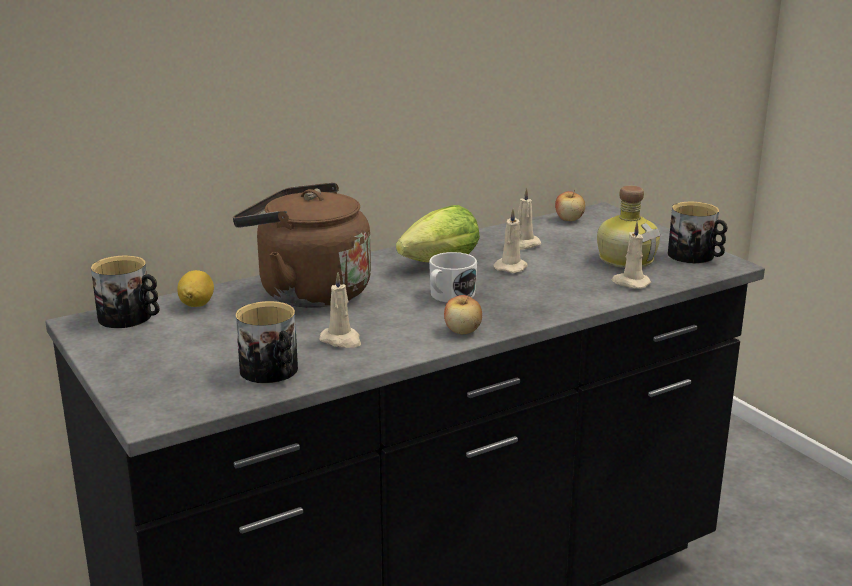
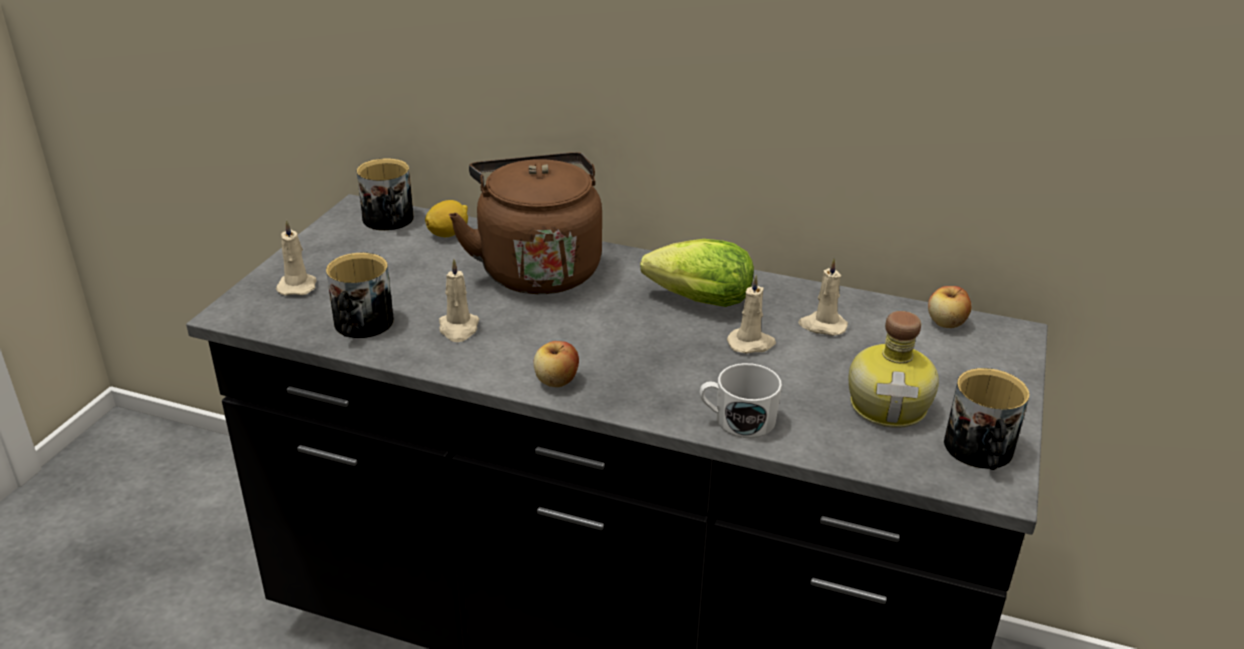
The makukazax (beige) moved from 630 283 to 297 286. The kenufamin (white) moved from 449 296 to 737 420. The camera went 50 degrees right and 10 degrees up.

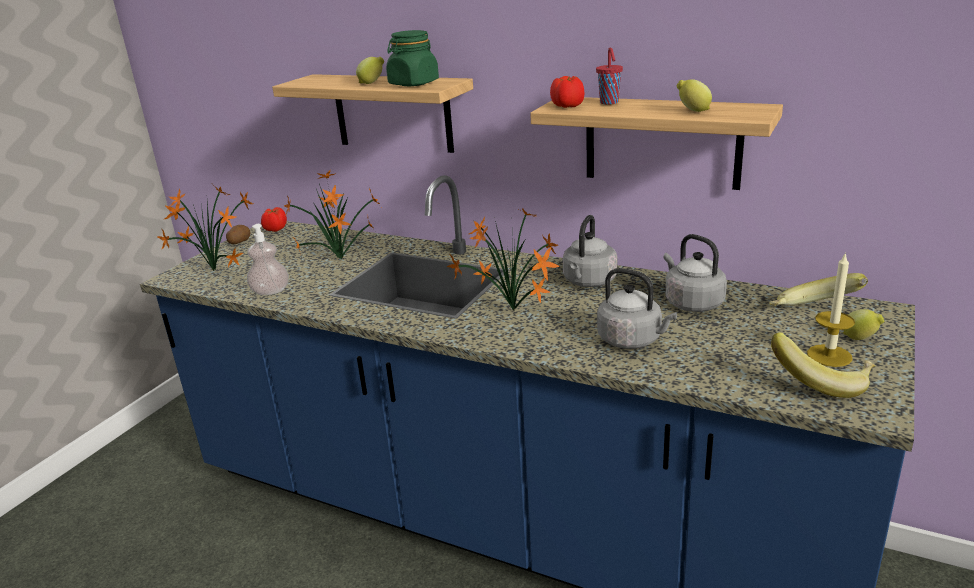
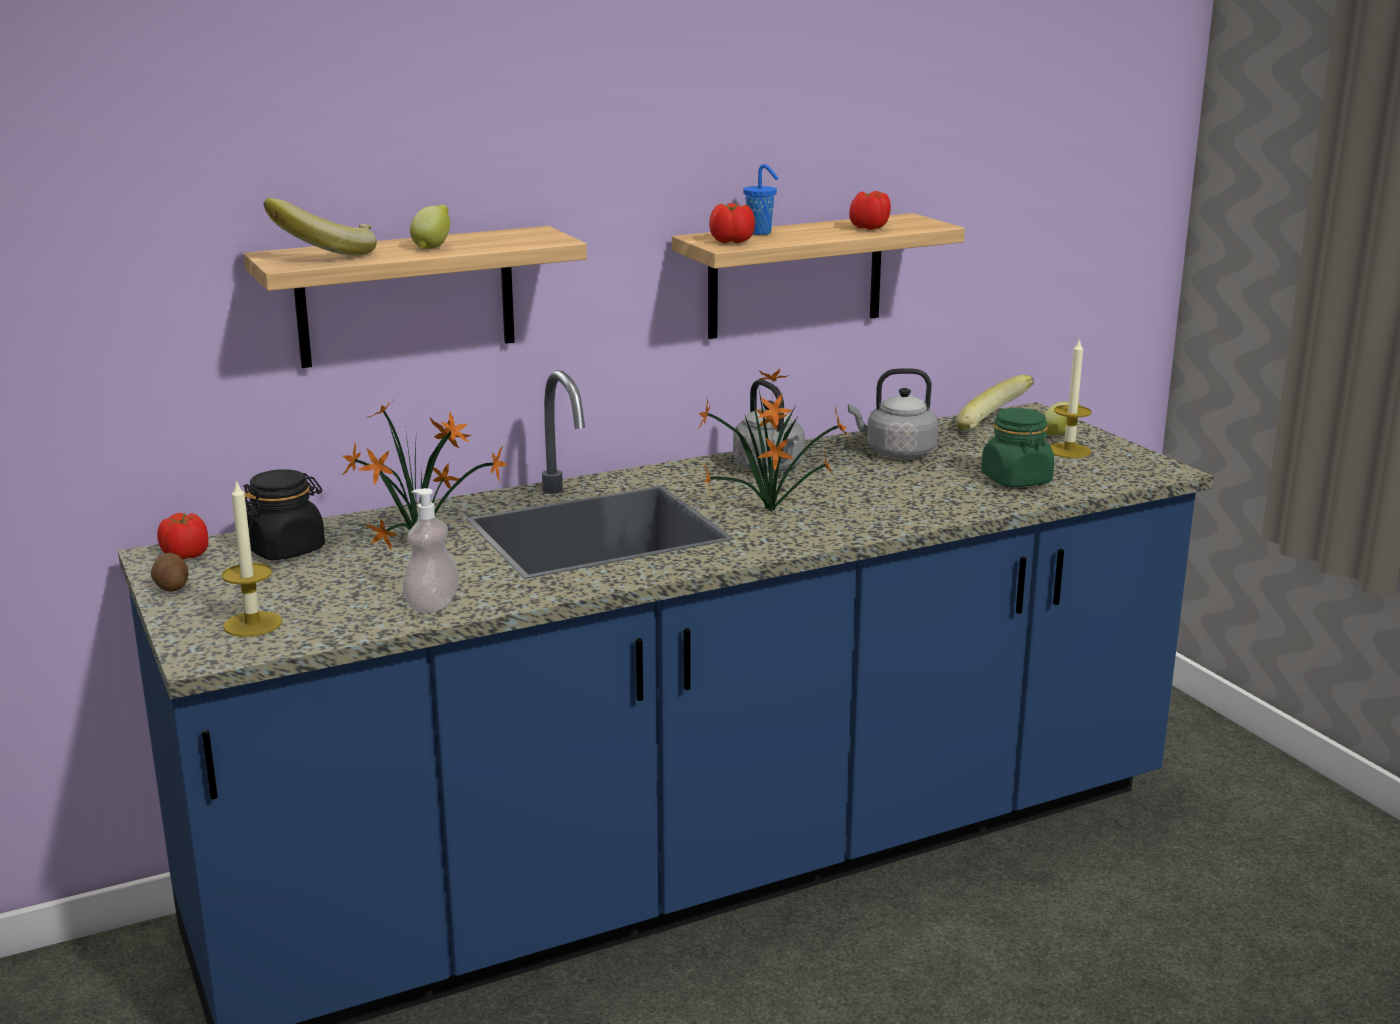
The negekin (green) moved from 413 83 to 1016 480. The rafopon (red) at 609 103 became the rafopon (blue) at 760 233. The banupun at 692 111 was replaced by the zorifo at 868 228. The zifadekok at 213 270 was replaced by the makukazax at 252 624. The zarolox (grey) at 632 340 disappeared. The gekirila moved from 821 382 to 327 254. The negekin (black) at 285 549 appeared. The camera went 55 degrees left and 5 degrees down.

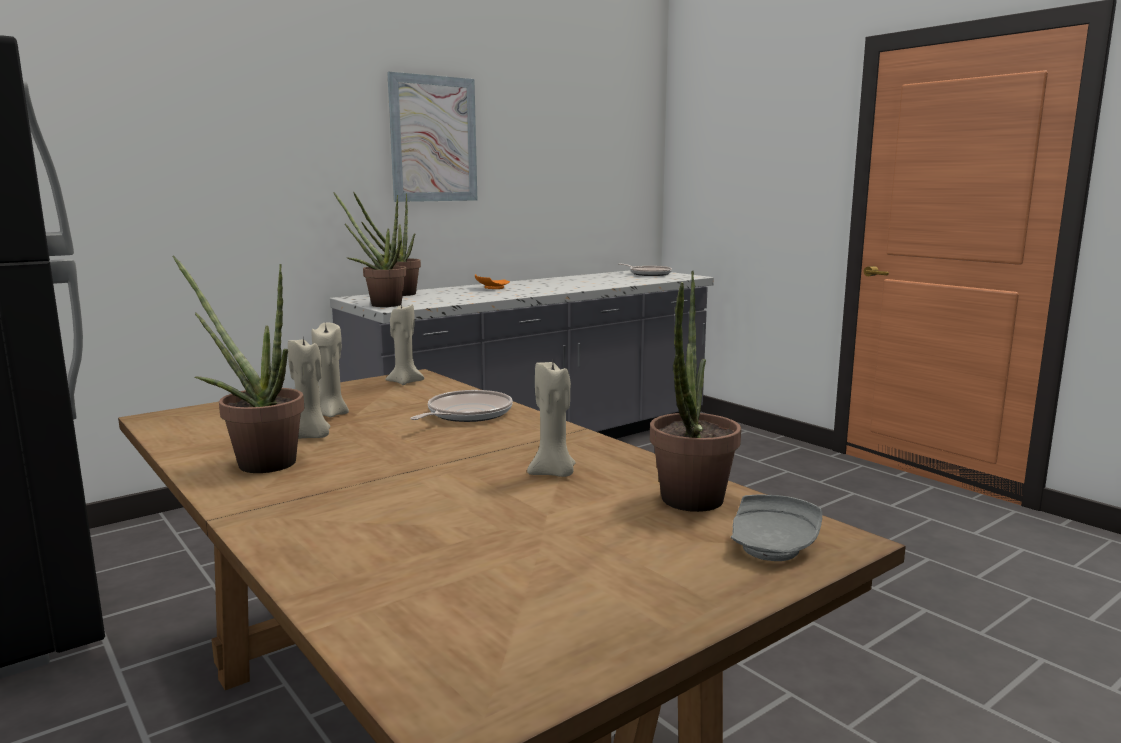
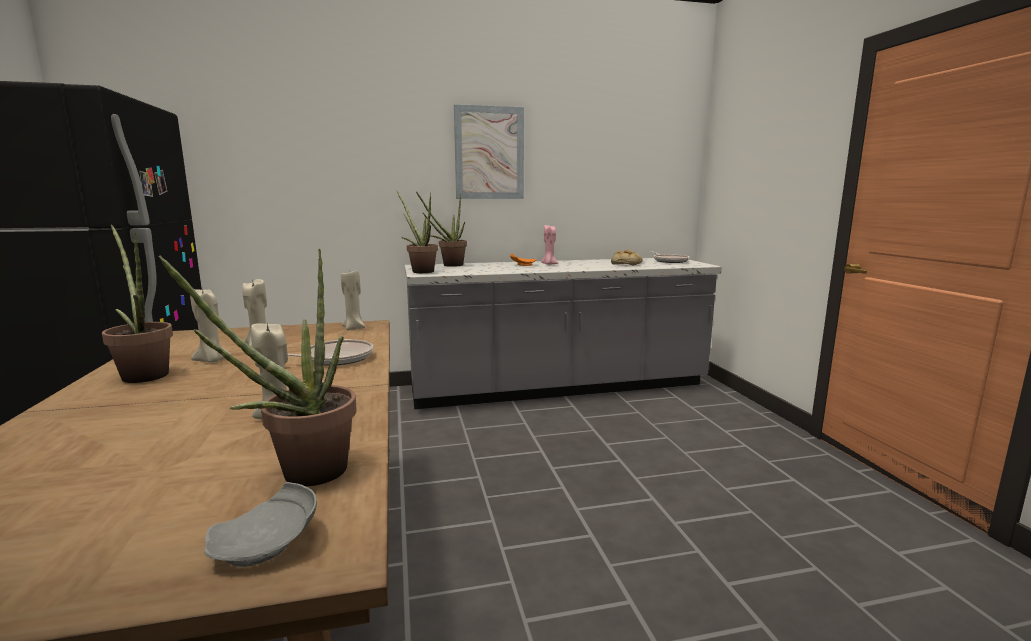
The makukazax (pink) at 549 264 appeared. The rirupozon at 626 263 appeared. The camera went 25 degrees right and 0 degrees up.

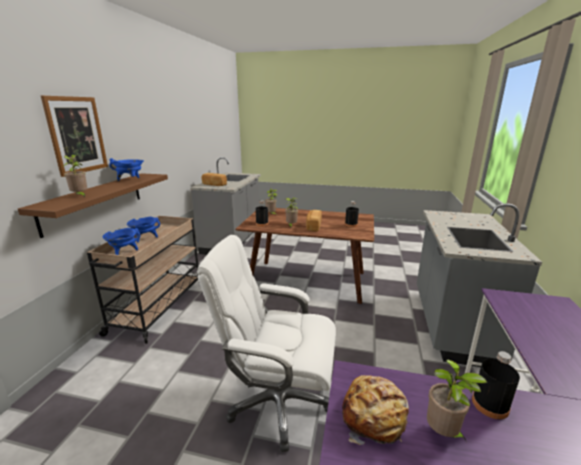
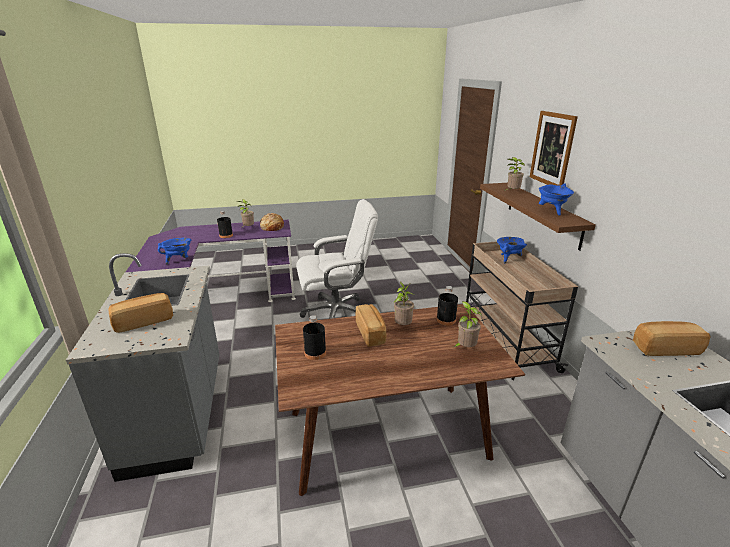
The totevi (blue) moved from 145 238 to 179 260. The rirupozon at 144 321 appeared. The camera went 155 degrees right and 5 degrees up.

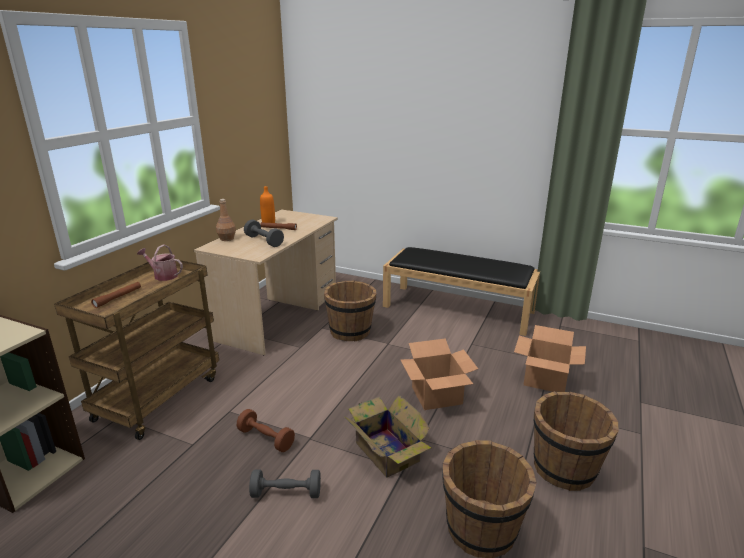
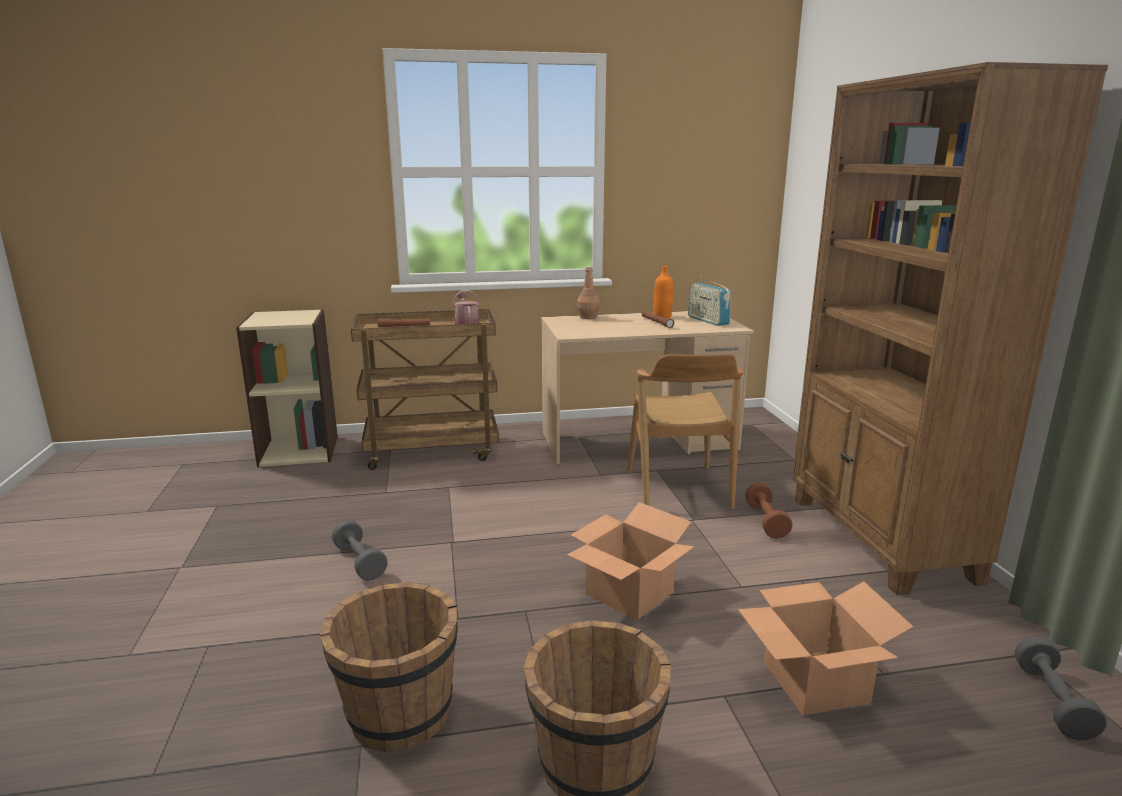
The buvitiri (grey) moved from 264 241 to 1052 702. The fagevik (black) at 459 309 was replaced by the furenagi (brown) at 879 539. The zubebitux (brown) at 350 332 was replaced by the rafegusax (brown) at 677 488. The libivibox at 386 450 disappeared. The buvitiri (brown) moved from 266 439 to 766 521. The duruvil at 708 320 appeared. The camera went 55 degrees right and 5 degrees down.

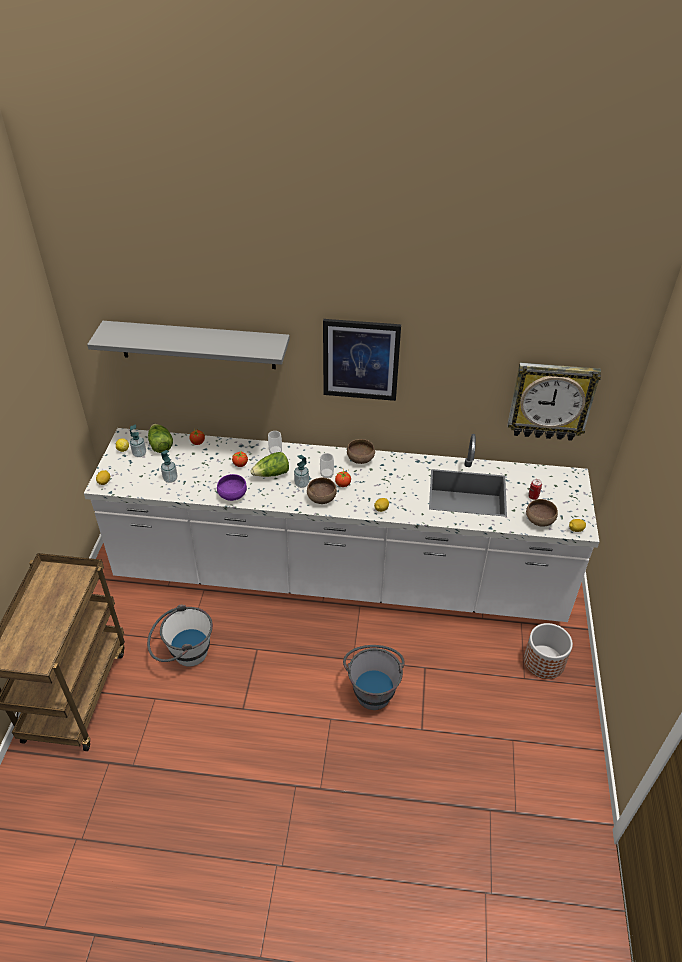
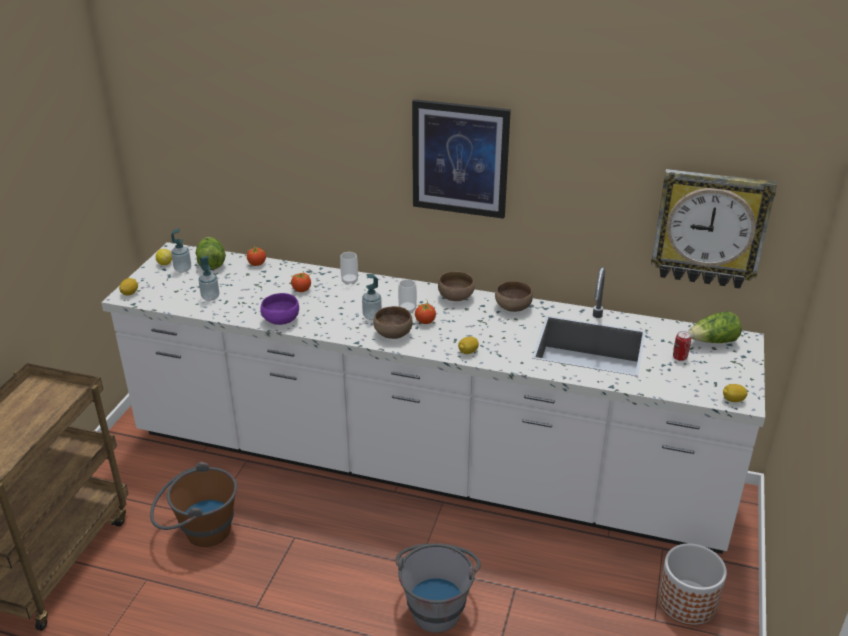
The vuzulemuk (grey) at 197 345 disappeared. The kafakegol moved from 272 474 to 713 342. The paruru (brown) moved from 539 521 to 512 308. The zubebitux (white) at 183 654 became the zubebitux (brown) at 198 532. The camera went 10 degrees right and 10 degrees down.

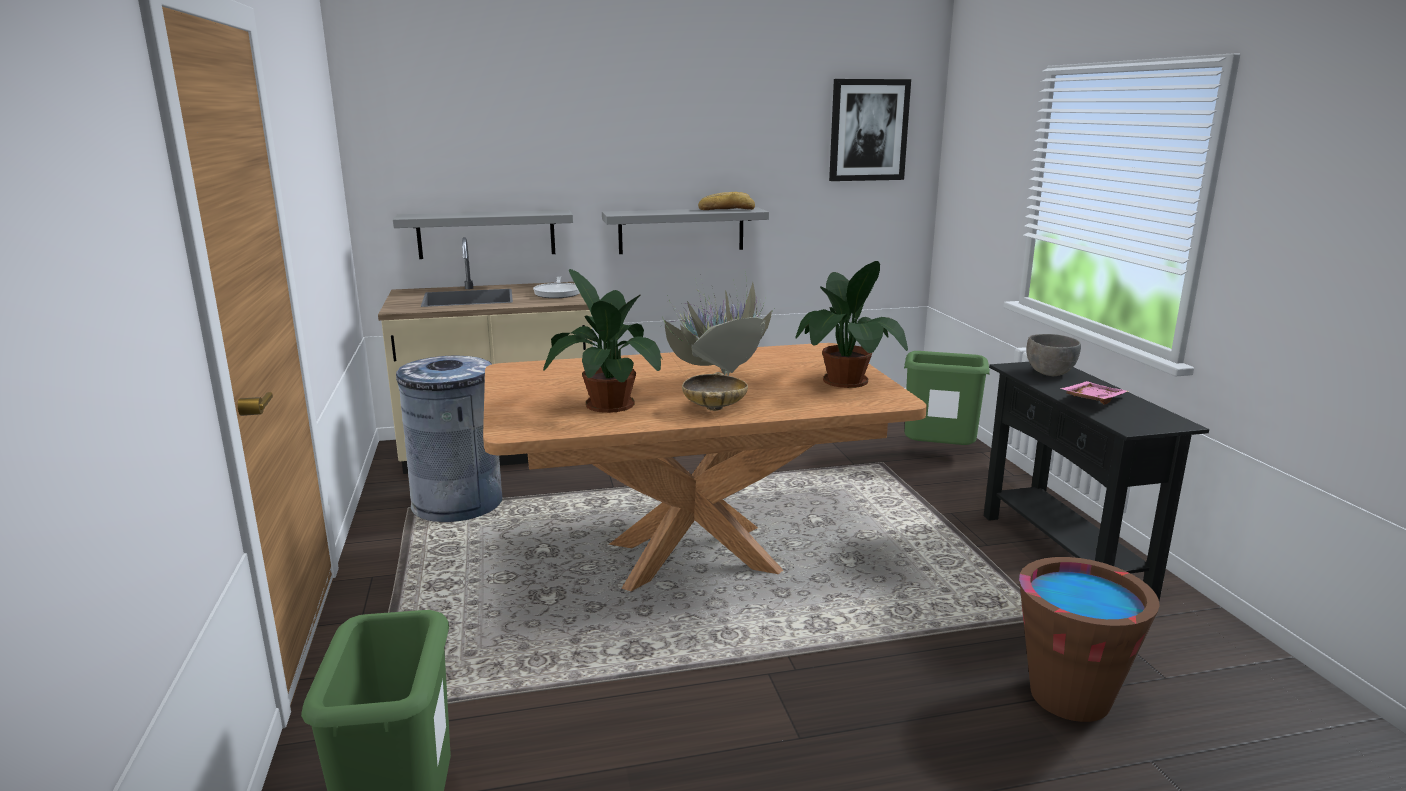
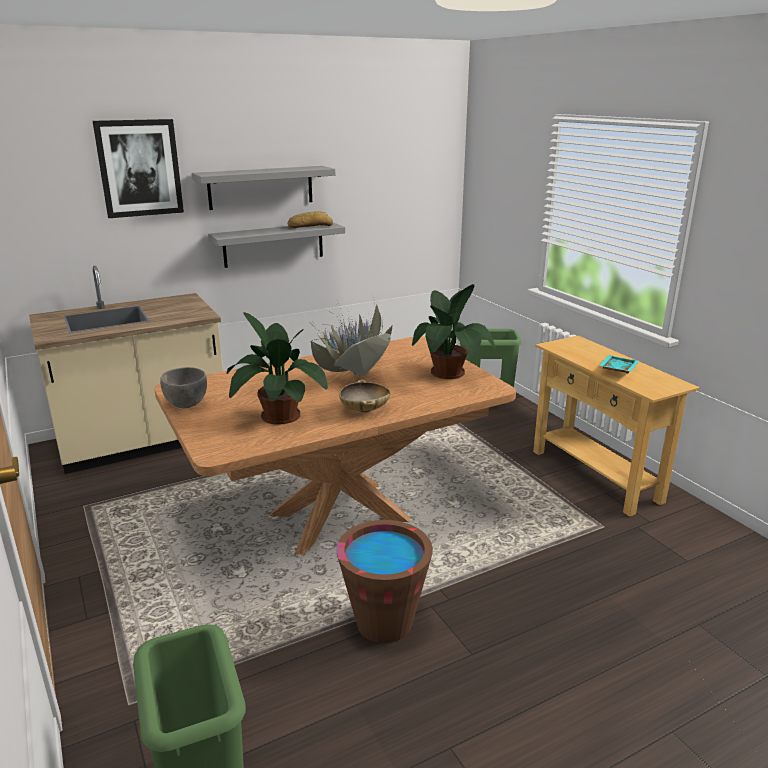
The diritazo moved from 868 130 to 139 168. The vuzulemuk (grey) moved from 486 234 to 261 187. The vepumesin at 558 293 disappeared. The paruru (grey) moved from 1049 373 to 186 404. The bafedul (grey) at 458 503 disappeared. The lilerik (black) at 1063 554 became the lilerik (beige) at 595 475. The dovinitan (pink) at 1091 400 became the dovinitan (turquoise) at 617 370. The zubebitux (brown) moved from 1069 696 to 384 622. The camera went 15 degrees left and 5 degrees up.

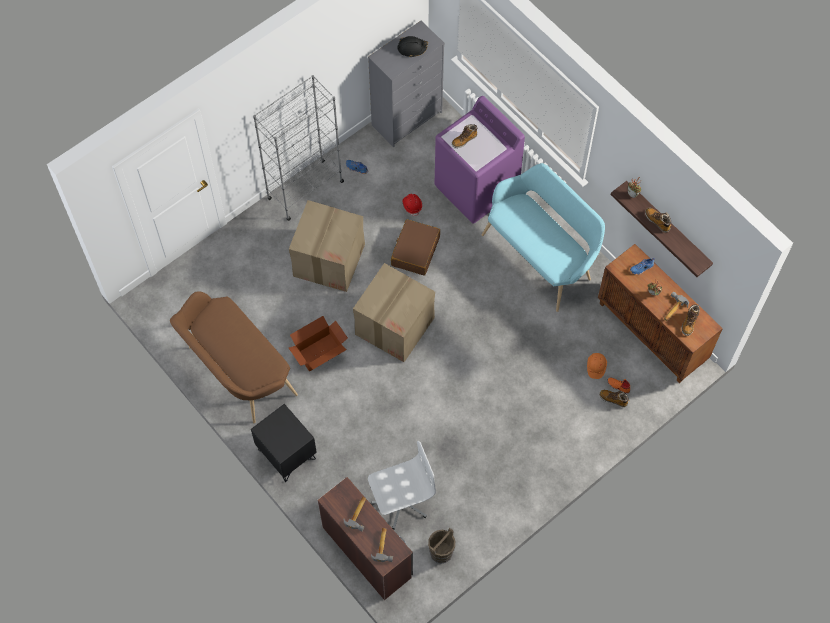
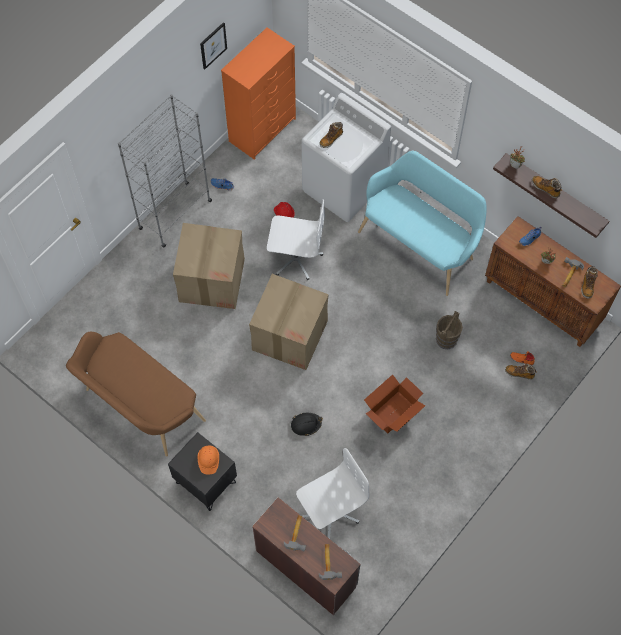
The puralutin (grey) at 407 118 became the puralutin (orange) at 263 129. The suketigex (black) moved from 412 48 to 306 424. The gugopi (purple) at 476 189 became the gugopi (white) at 344 188. The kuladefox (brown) at 415 251 was replaced by the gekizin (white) at 295 258. The libivibox moved from 320 352 to 393 412. The suketigex (orange) moved from 596 367 to 208 461. The zubebitux (brown) moved from 441 552 to 446 339. The diritazo at 213 45 appeared. The camera went 10 degrees left and 0 degrees up.

